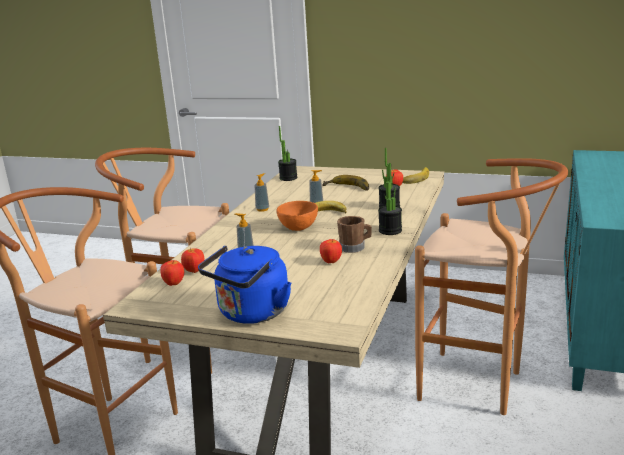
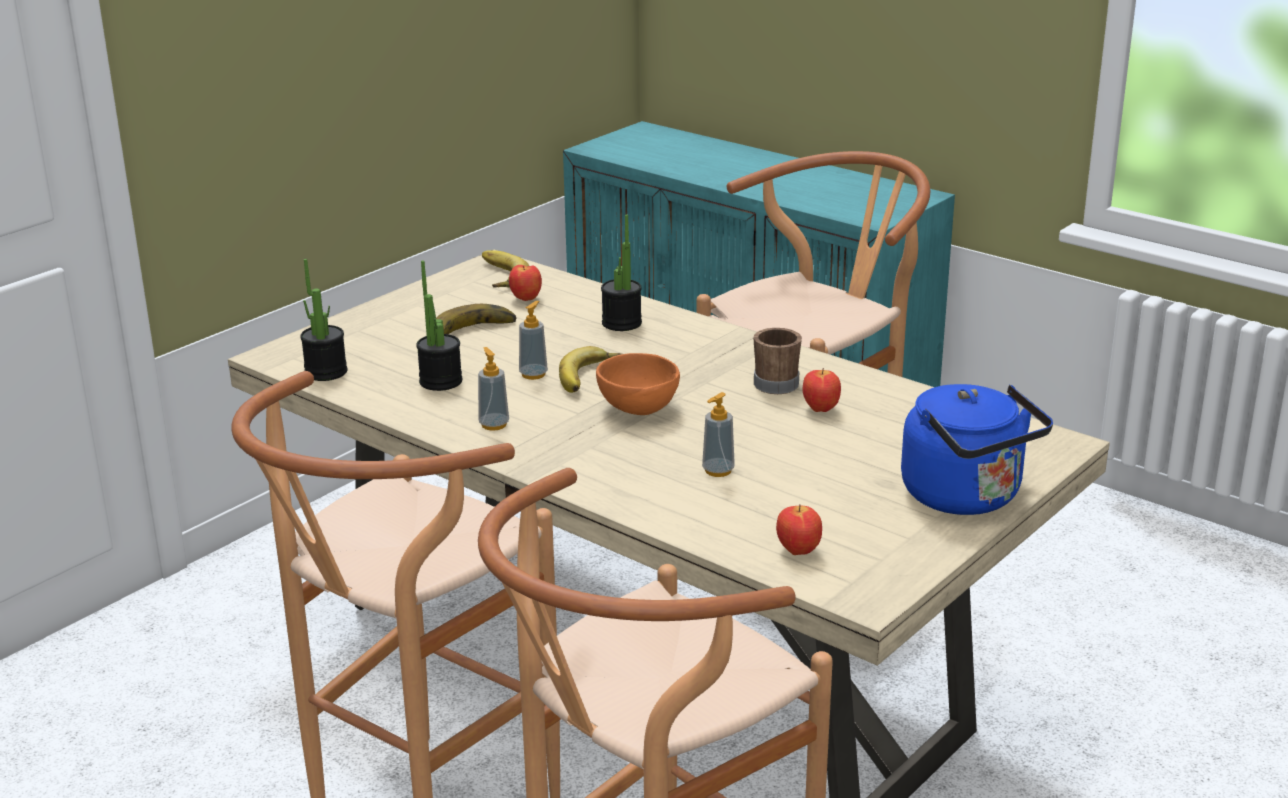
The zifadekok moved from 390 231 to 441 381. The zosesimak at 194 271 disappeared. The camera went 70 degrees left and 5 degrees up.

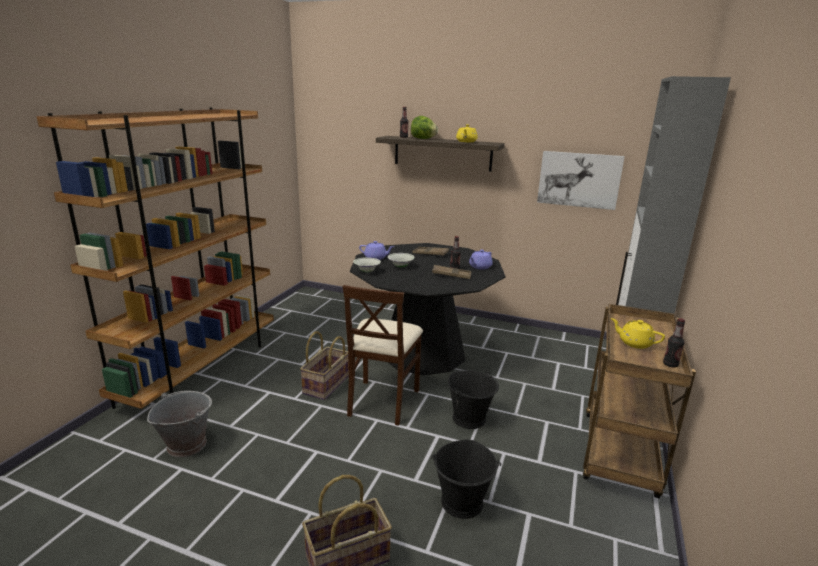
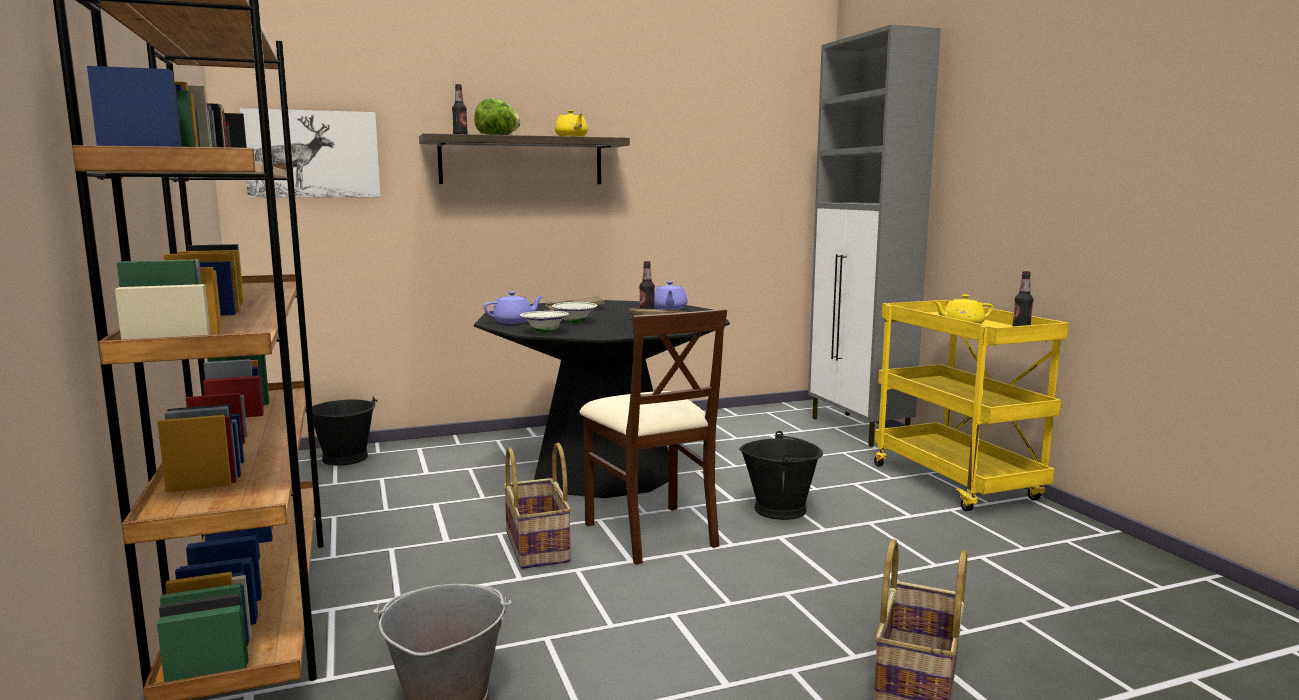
The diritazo moved from 579 179 to 312 154. The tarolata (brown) at 620 455 became the tarolata (yellow) at 957 483. The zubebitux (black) moved from 462 502 to 346 458. The camera went 40 degrees left and 10 degrees down.

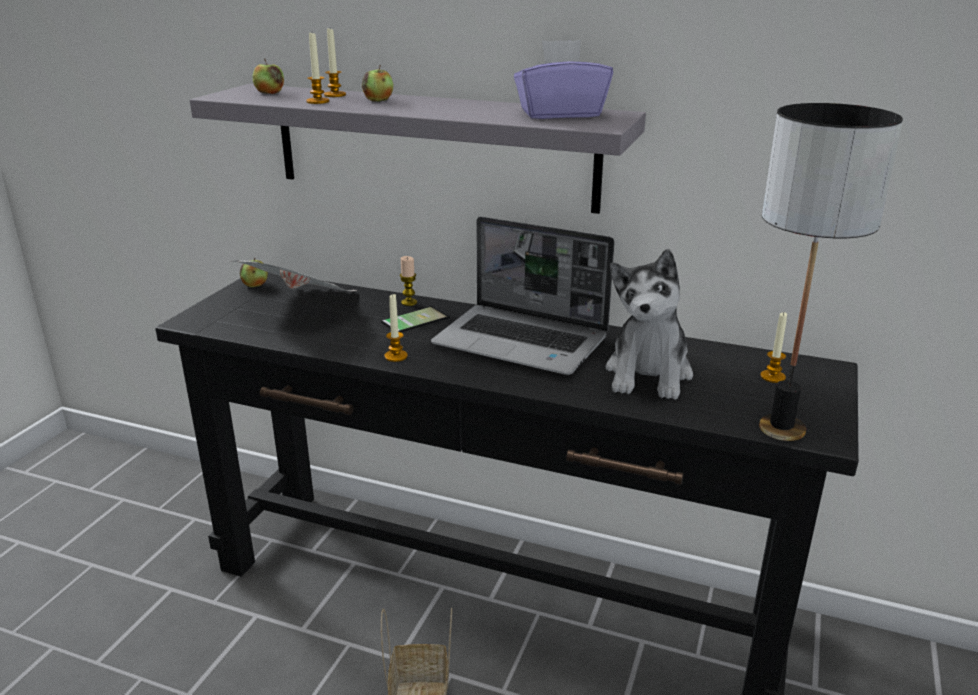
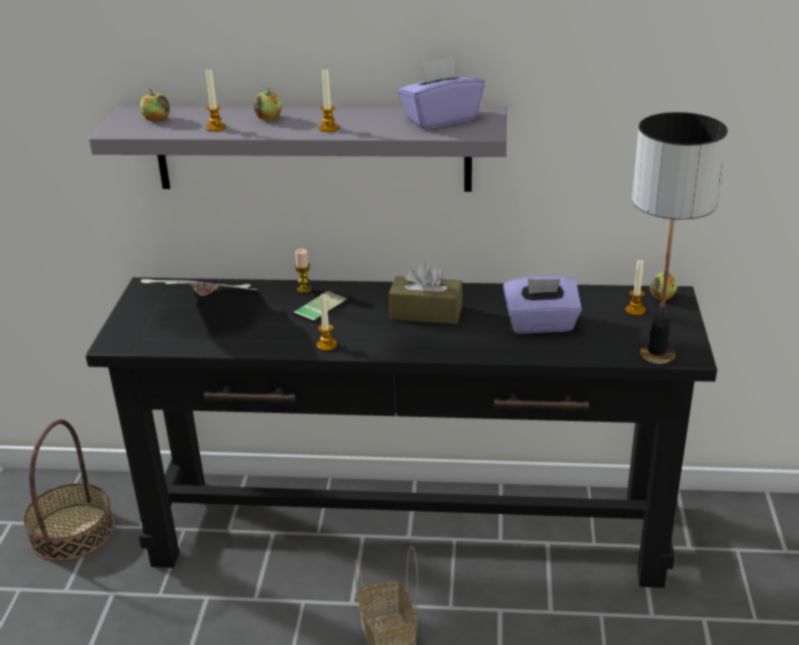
The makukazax moved from 335 95 to 329 128. The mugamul at 523 342 was replaced by the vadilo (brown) at 426 312. The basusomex at 649 374 was replaced by the vadilo (purple) at 541 324. The zosesimak moved from 255 285 to 662 297. The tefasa at 72 532 appeared. The camera went 15 degrees left and 5 degrees up.

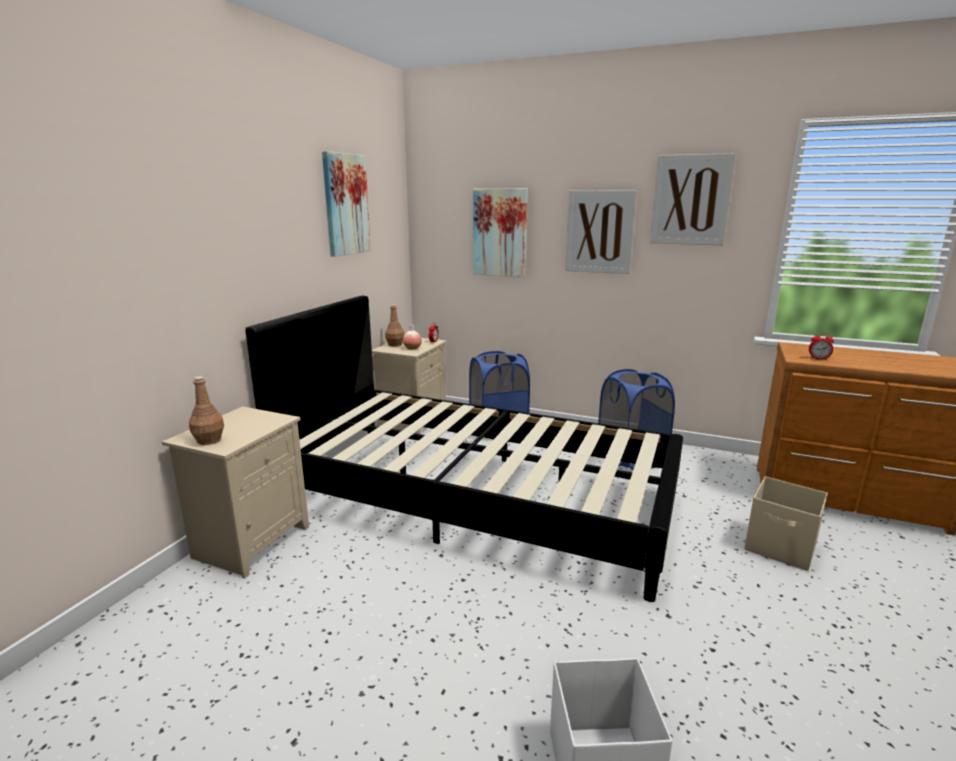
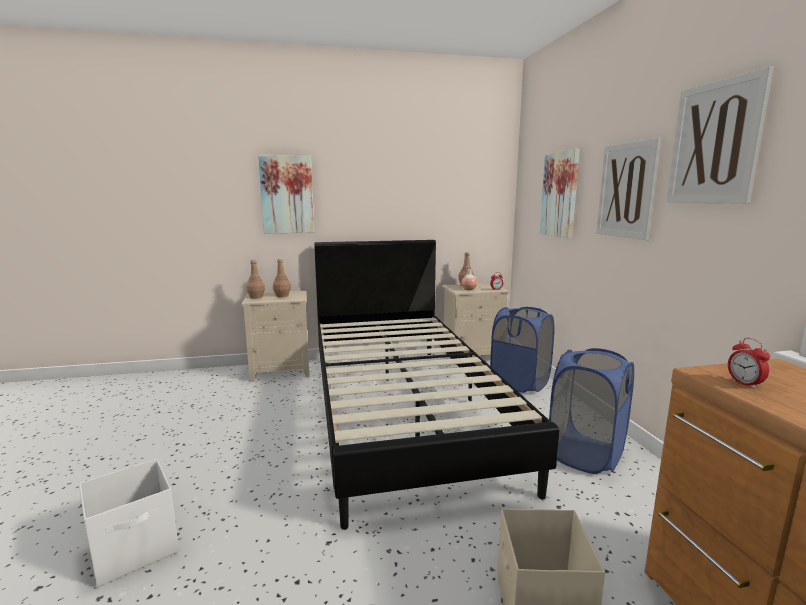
The diritazo moved from 345 204 to 287 194. The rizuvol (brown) at 282 296 appeared. The camera went 55 degrees right and 5 degrees down.

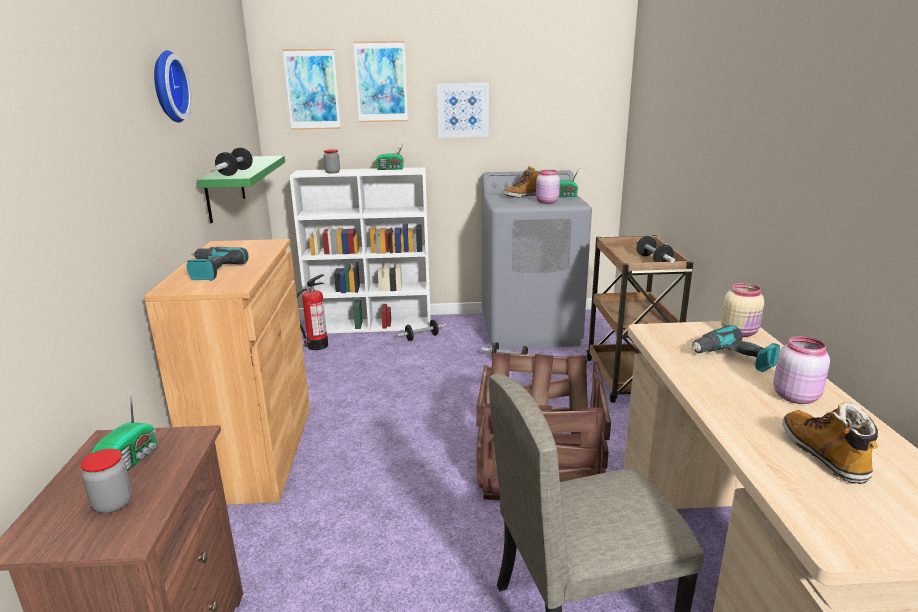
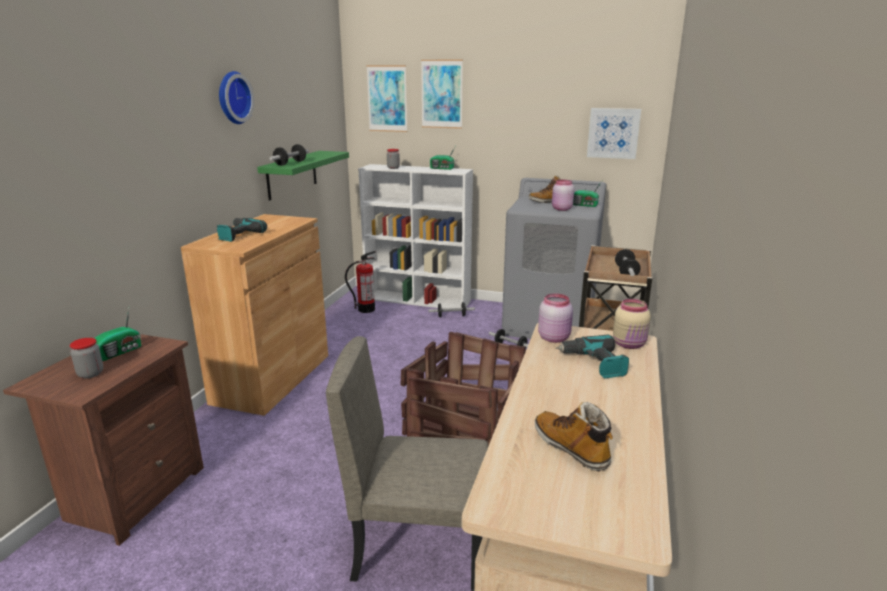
The diritazo moved from 462 110 to 613 133. The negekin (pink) moved from 795 396 to 554 338. The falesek at 824 455 turned 45 degrees counterclockwise. The camera went 20 degrees right and 0 degrees up.

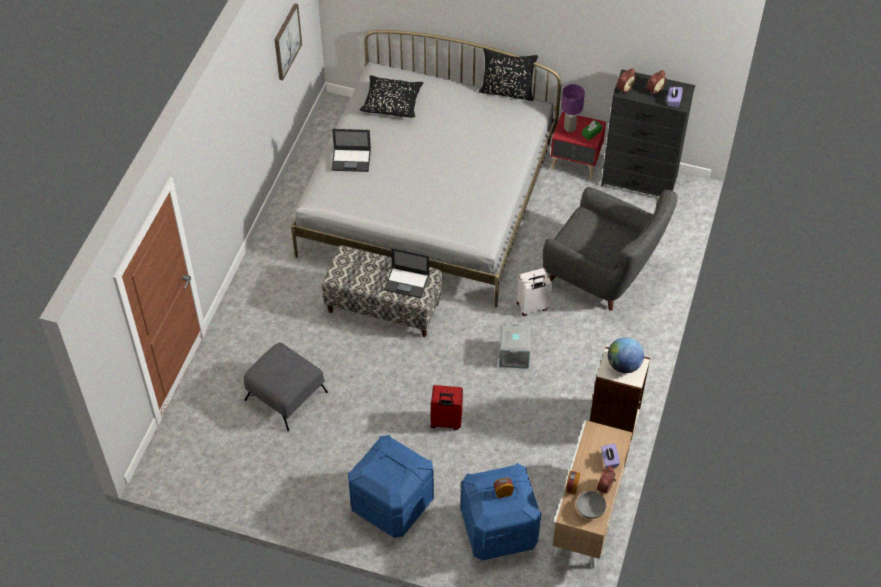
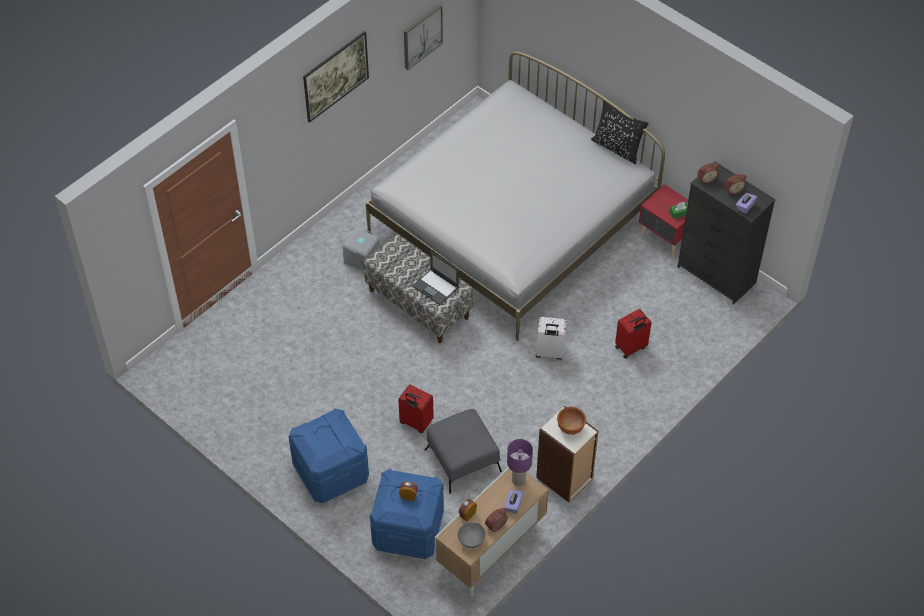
The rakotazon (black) at 392 103 disappeared. The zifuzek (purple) moved from 570 128 to 518 480. The mugamul at 351 160 disappeared. The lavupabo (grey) at 603 275 was replaced by the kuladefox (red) at 631 348. The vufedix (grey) moved from 514 355 to 362 259. The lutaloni at 624 365 was replaced by the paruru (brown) at 570 428. The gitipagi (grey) moved from 286 395 to 463 459. The diritazo at 336 87 appeared. The camera went 25 degrees right and 0 degrees up.

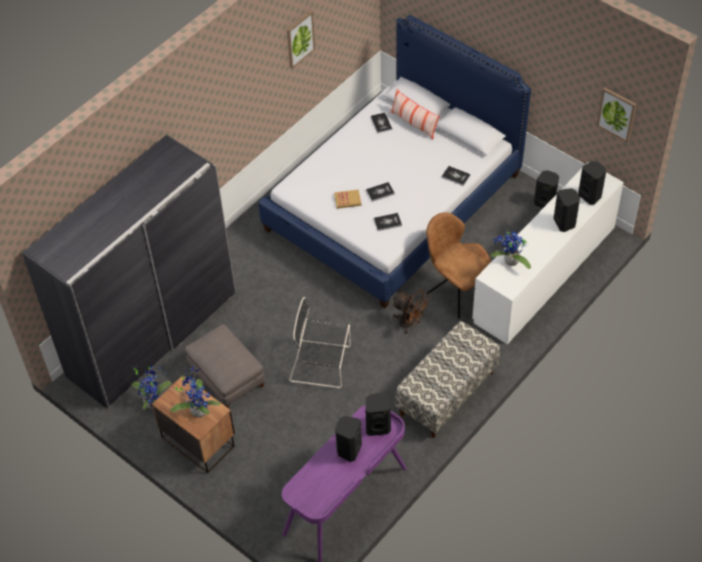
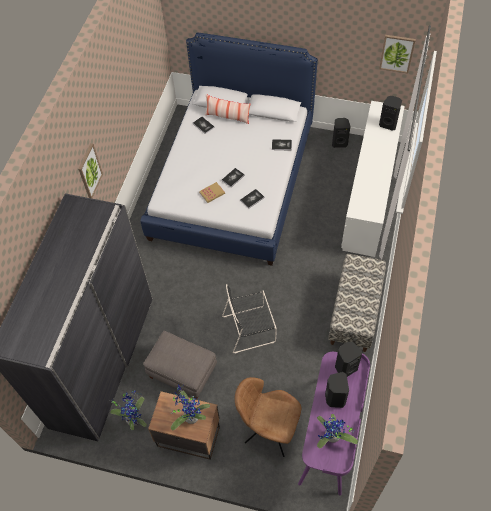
The diritazo moved from 300 39 to 89 171. The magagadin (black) at 565 223 disappeared. The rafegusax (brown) moved from 456 292 to 269 430. The zifadekok moved from 510 262 to 331 438. The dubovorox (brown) at 410 323 disappeared. The camera went 25 degrees left and 5 degrees up.

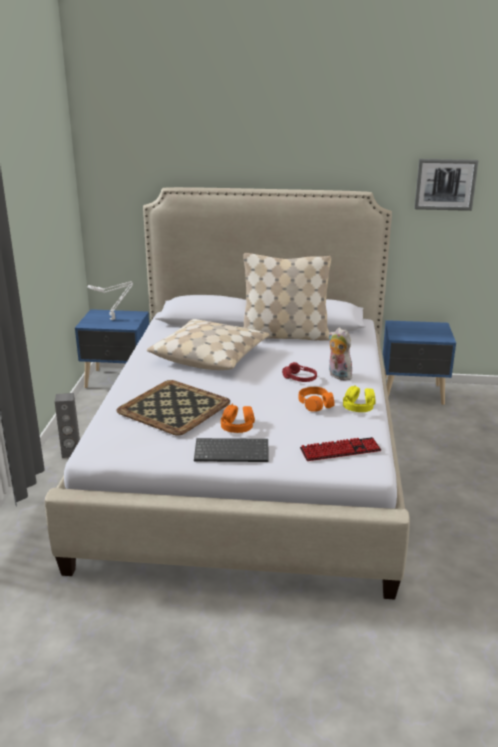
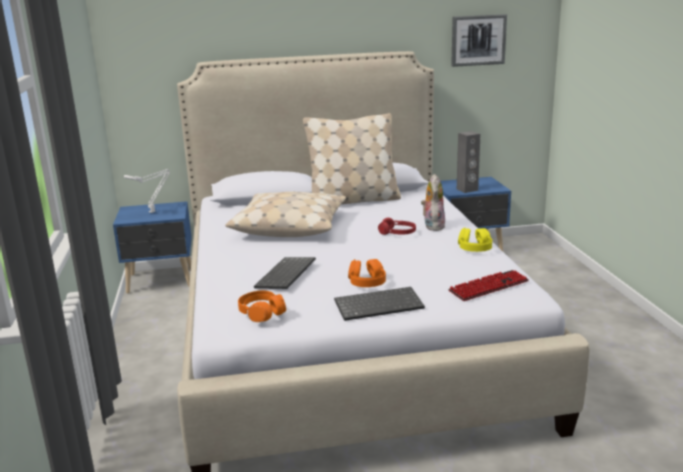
The basusomex at 338 375 turned 60 degrees clockwise. The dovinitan at 174 408 was replaced by the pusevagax at 287 275. The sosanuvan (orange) moved from 315 404 to 262 313. The magagadin (grey) moved from 71 453 to 467 190. The camera went 15 degrees left and 5 degrees down.

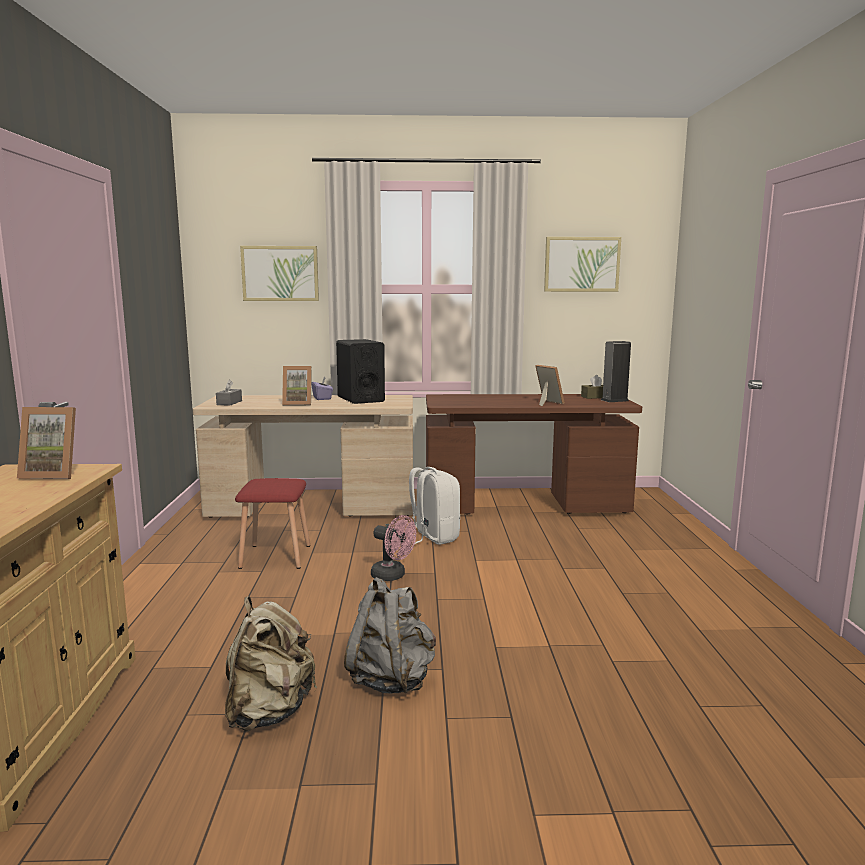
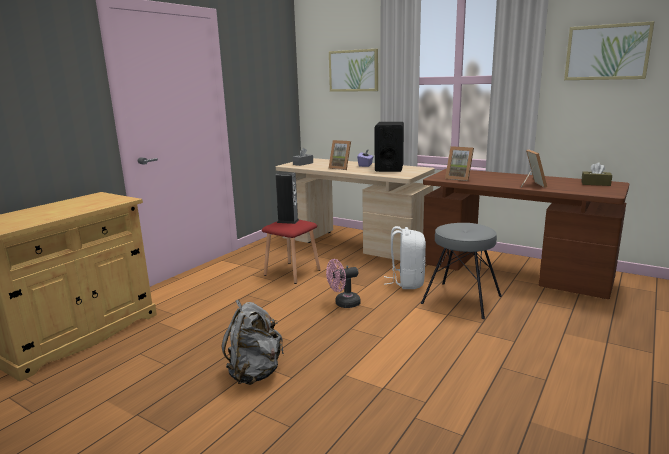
The magagadin moved from 614 400 to 288 221. The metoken moved from 54 474 to 459 178. The dubovorox (pink) at 393 576 turned 90 degrees clockwise. The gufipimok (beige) at 269 711 disappeared. The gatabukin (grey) at 461 300 appeared. The camera went 35 degrees right and 5 degrees up.

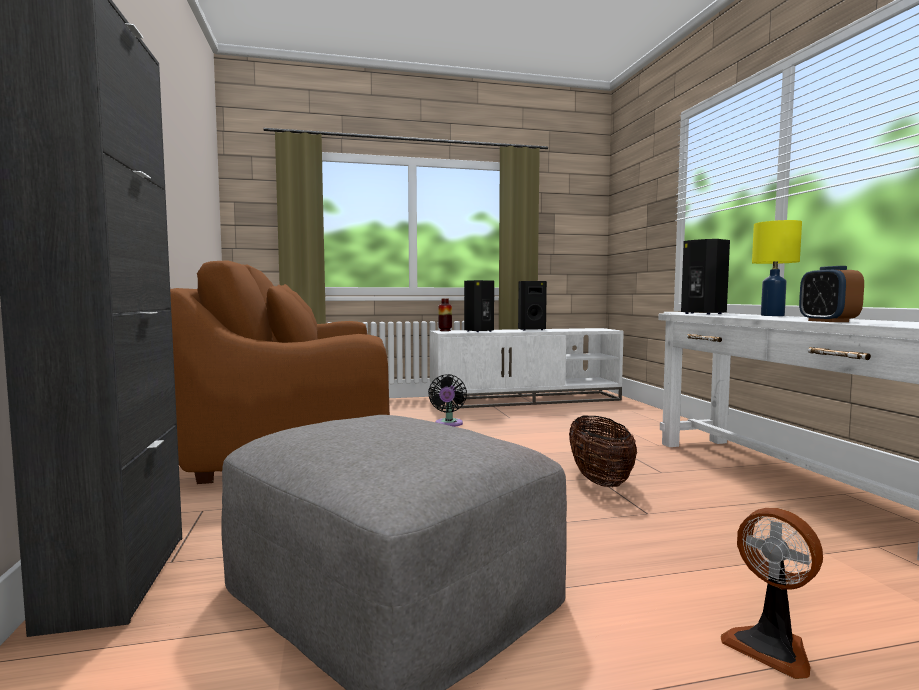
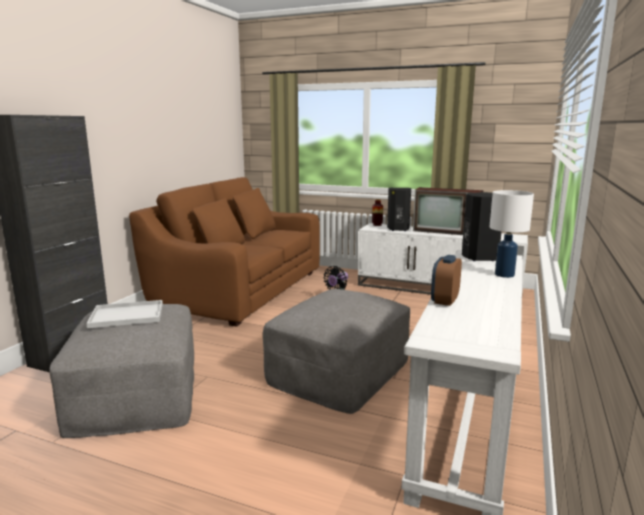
The zifuzek (yellow) at 772 315 became the zifuzek (white) at 504 275. The magagadin (black) at 530 329 was replaced by the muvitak at 447 231. The tefasa at 600 481 was replaced by the gitipagi (grey) at 339 371. The dubovorox at 771 647 disappeared. The dovinitan (white) at 128 315 appeared. The camera went 35 degrees right and 10 degrees up.

